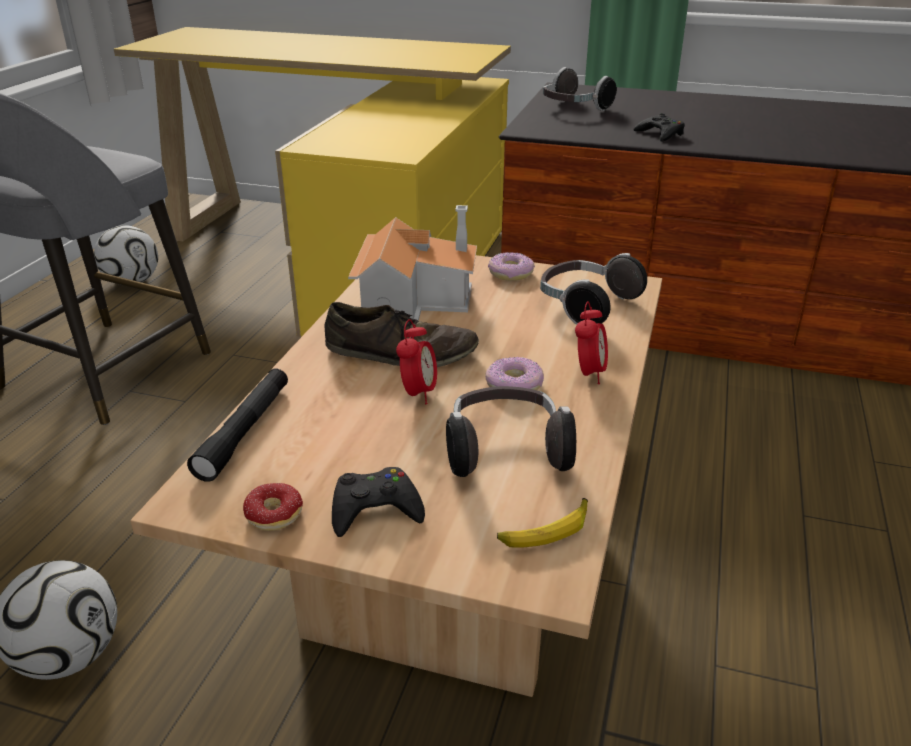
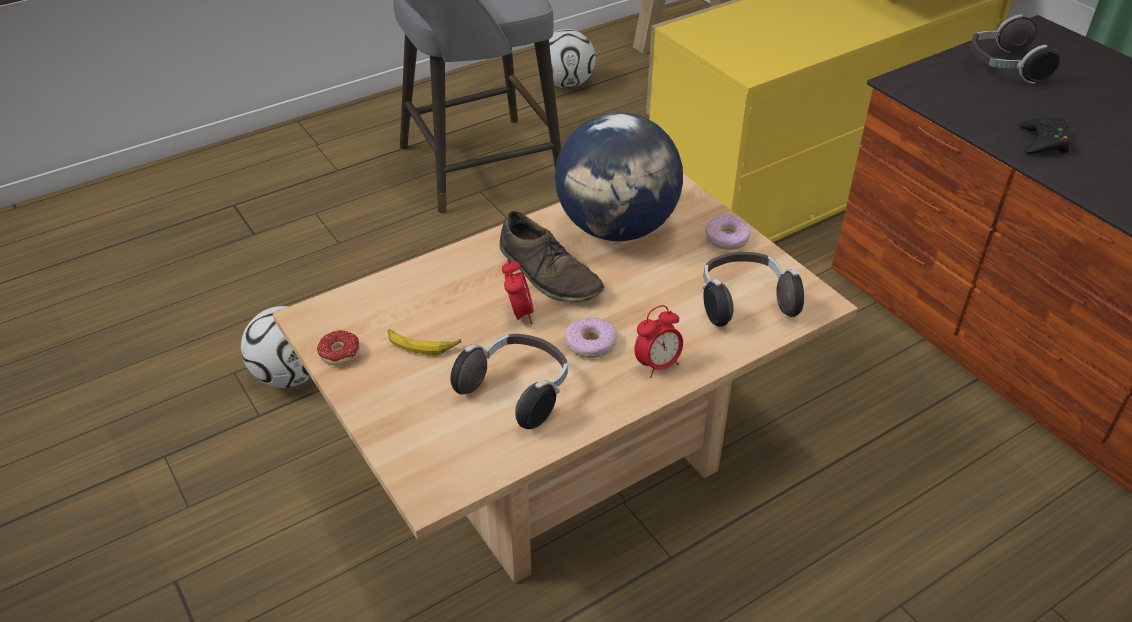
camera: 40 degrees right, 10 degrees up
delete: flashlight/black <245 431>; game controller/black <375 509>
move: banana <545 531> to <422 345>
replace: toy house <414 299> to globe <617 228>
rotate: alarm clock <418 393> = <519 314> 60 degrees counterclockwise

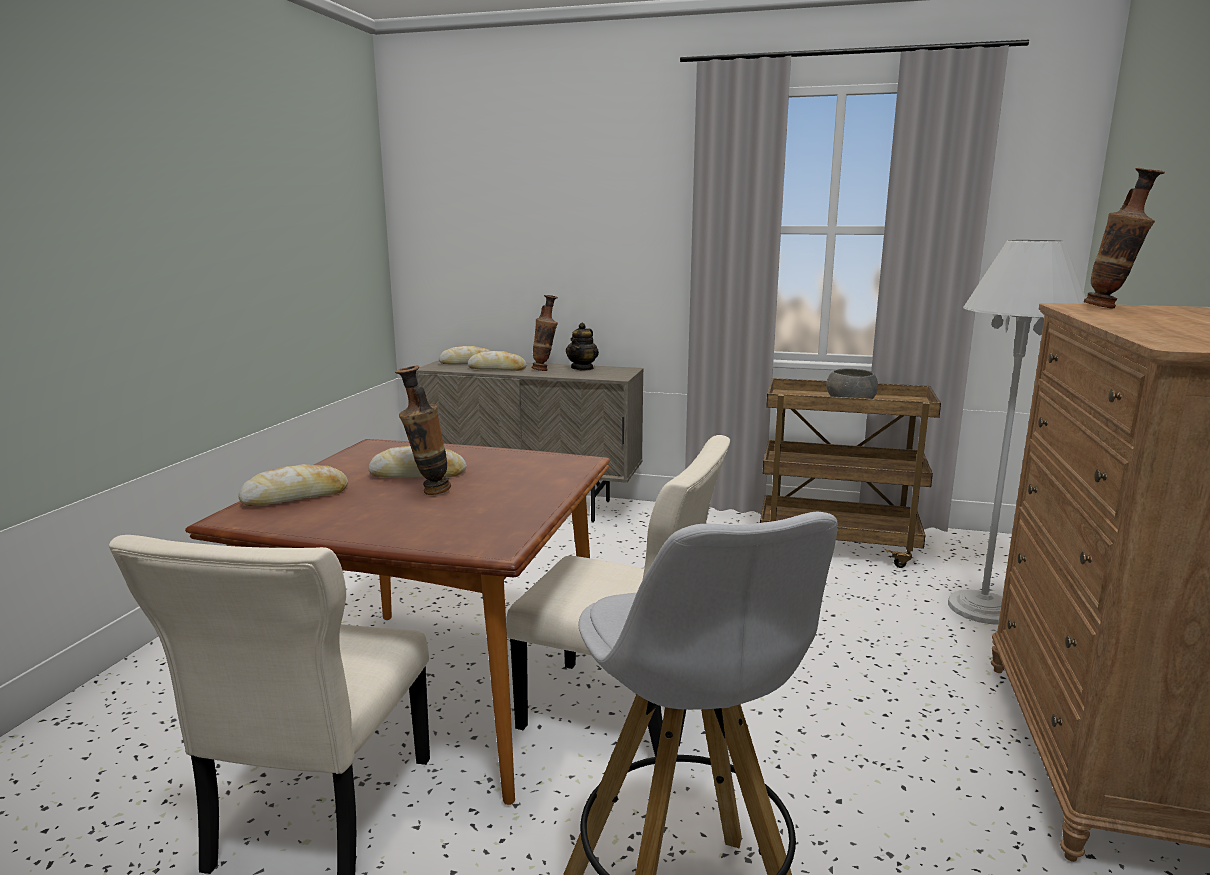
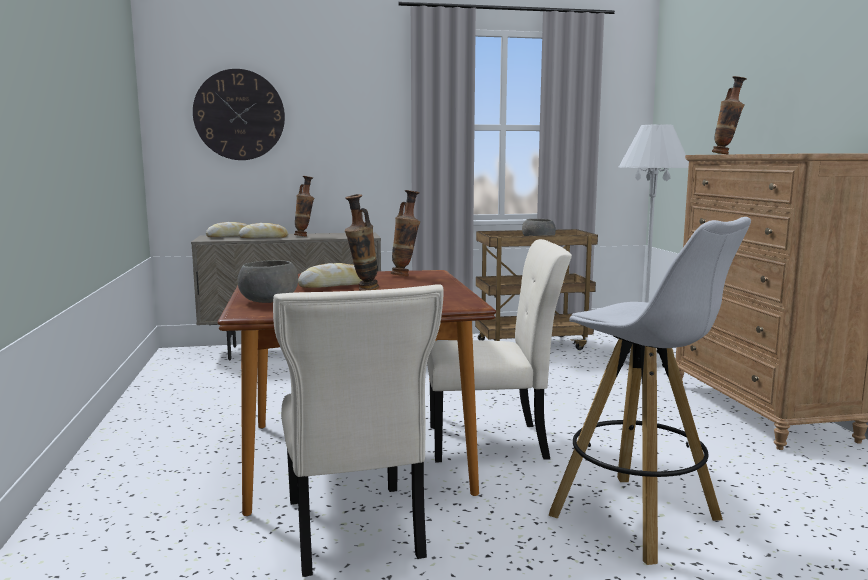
camera: 25 degrees left, 5 degrees down
delete: teapot <582 368>
insert: wall clock <239 115>; vase <405 275>
replace: bread <296 496> to bowl/grey <268 301>

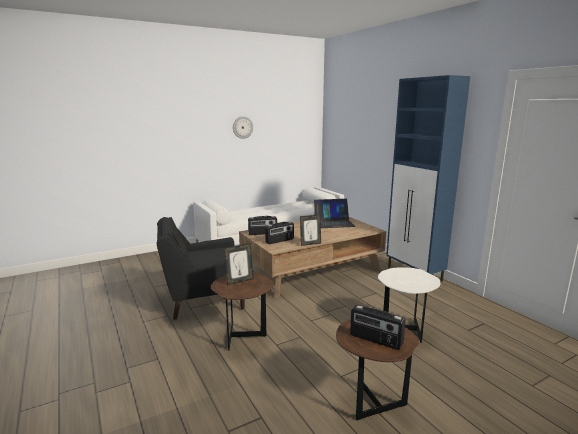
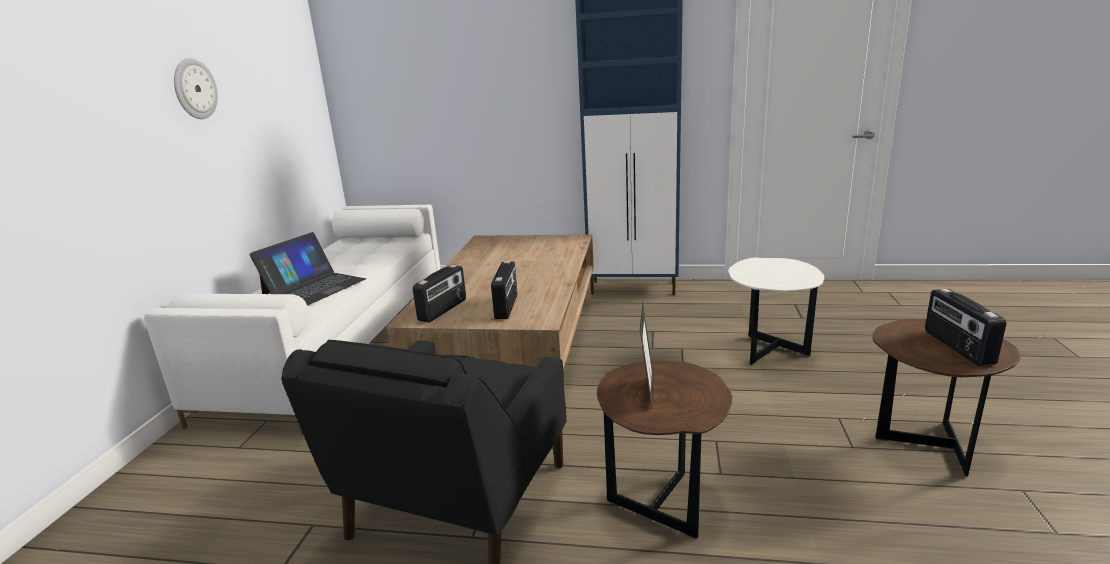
camera: 50 degrees left, 5 degrees up
delete: picture frame <310 244>
move: laptop <334 222> to <314 287>
rotate: radio <375 340> = <957 347> 105 degrees clockwise

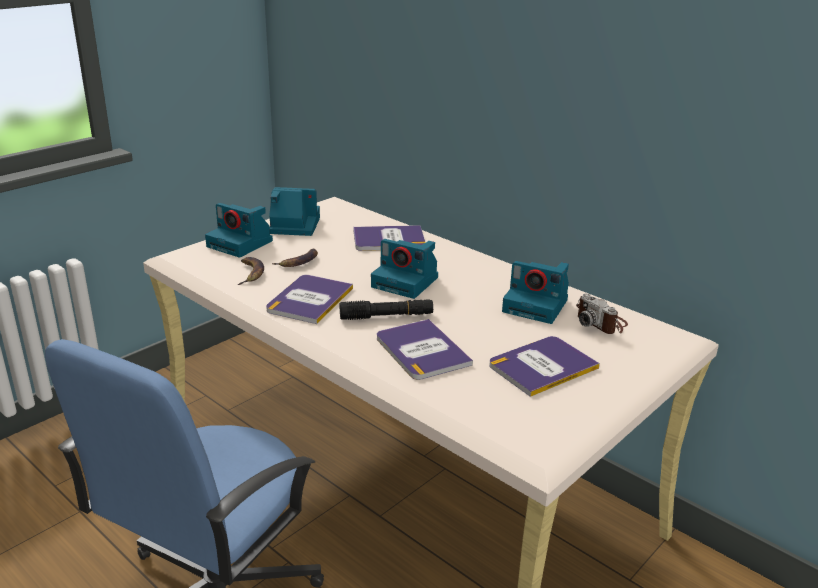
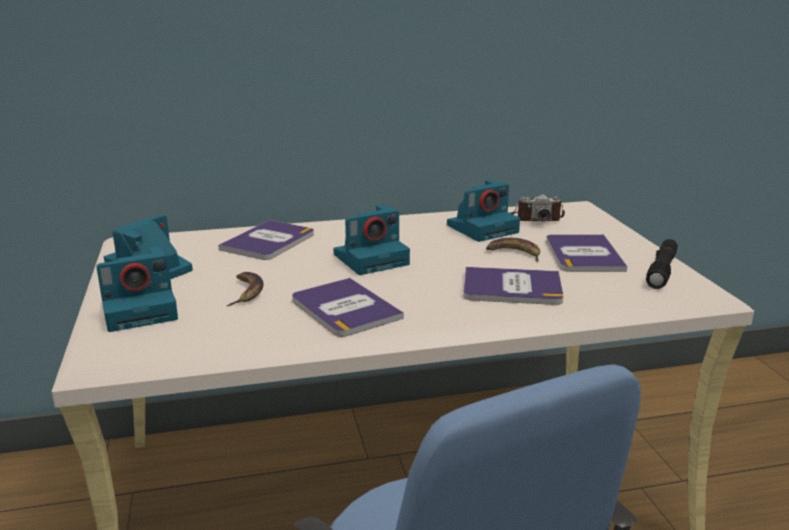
camera: 55 degrees left, 5 degrees down
move: banana <250 273> to <514 253>; flashlight/black <386 316> to <662 271>

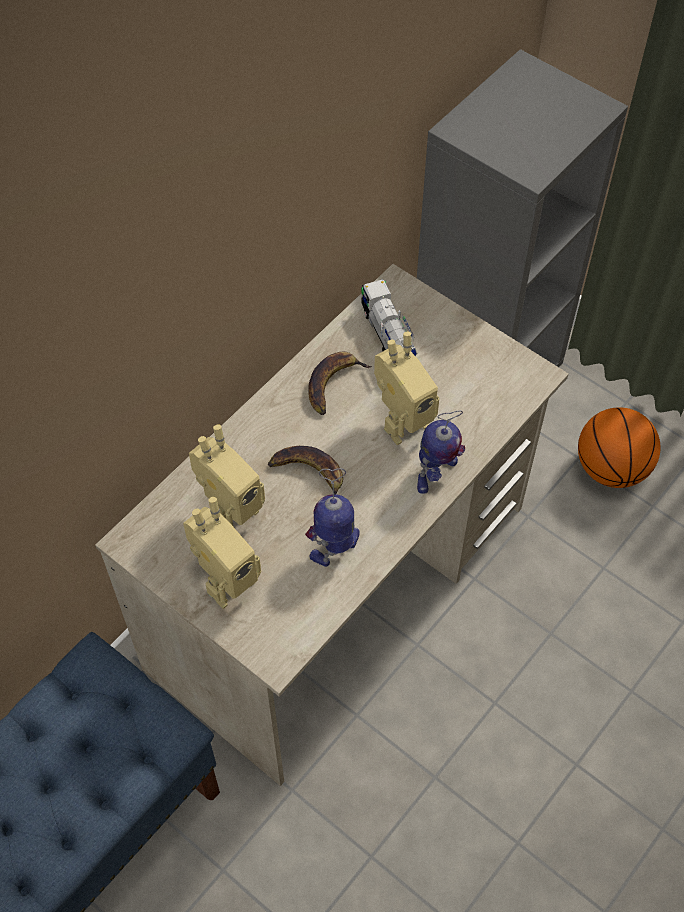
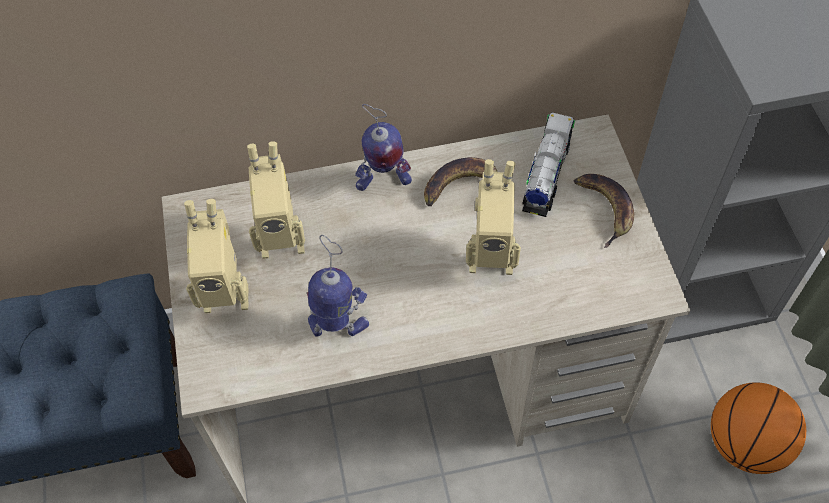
camera: 40 degrees right, 0 degrees up
move: banana <309 473> to <605 209>; toy robot <435 474> to <383 181>

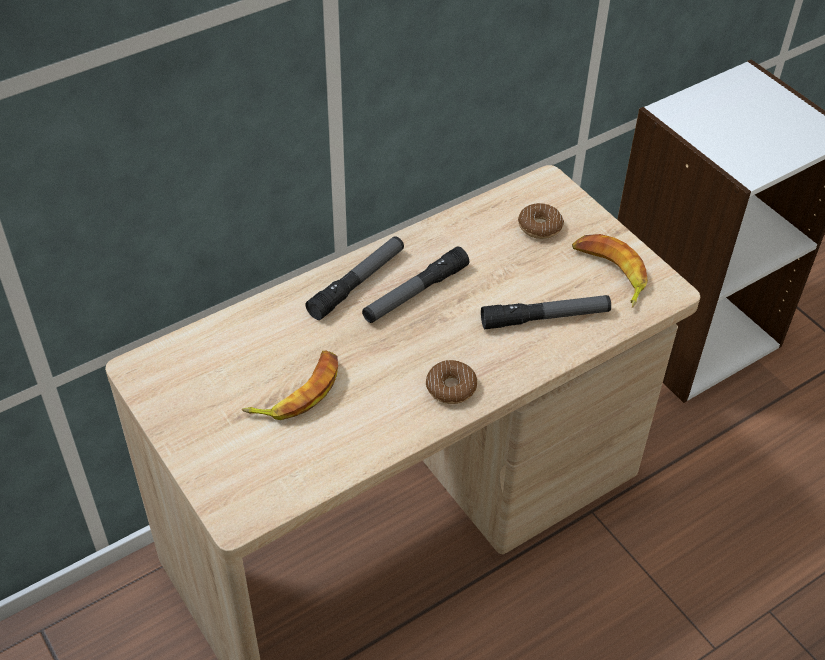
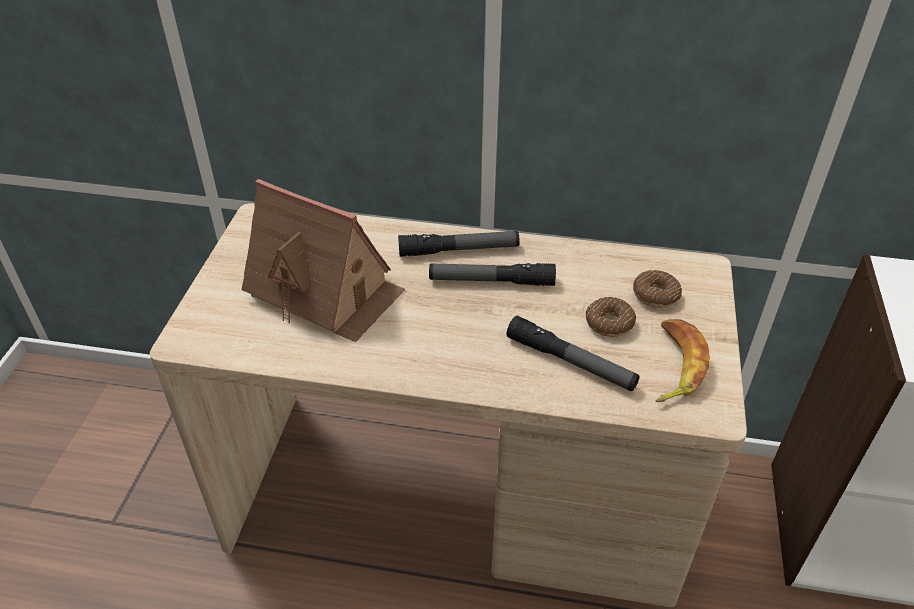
camera: 45 degrees right, 5 degrees down
move: donut <451 387> to <609 323>
replace: banana <298 392> to toy house <325 292>

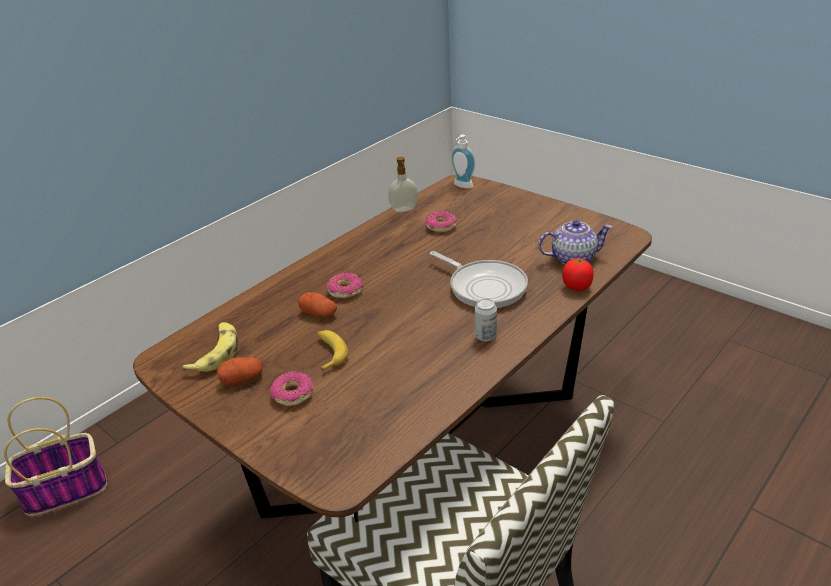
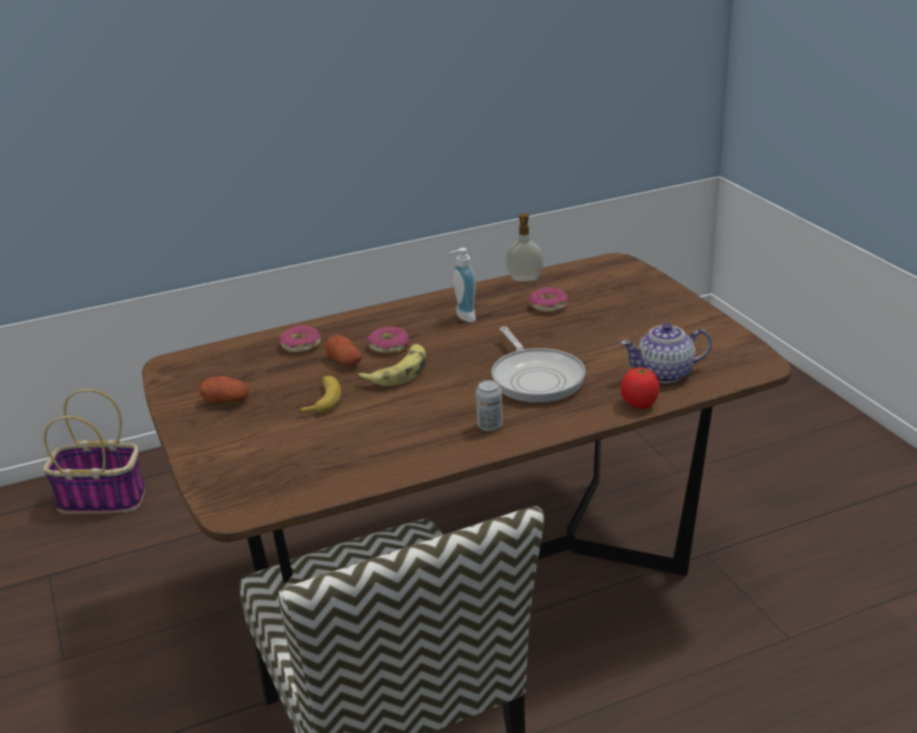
camera: 25 degrees right, 5 degrees down
move: banana <216 353> to <398 372>; donut <293 394> to <300 345>; soap dispenser <462 186> to <462 317>
rotate: teapot <572 258> = <665 374> 150 degrees clockwise

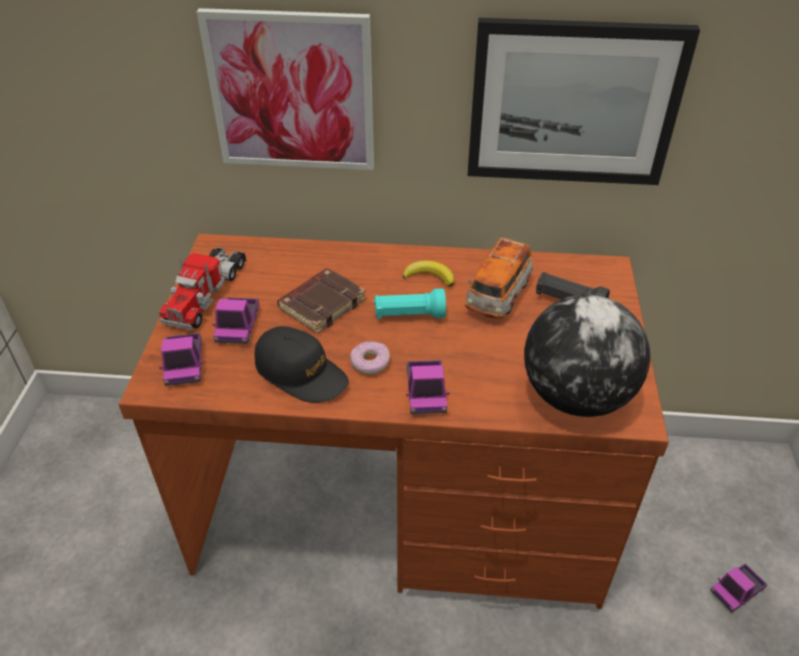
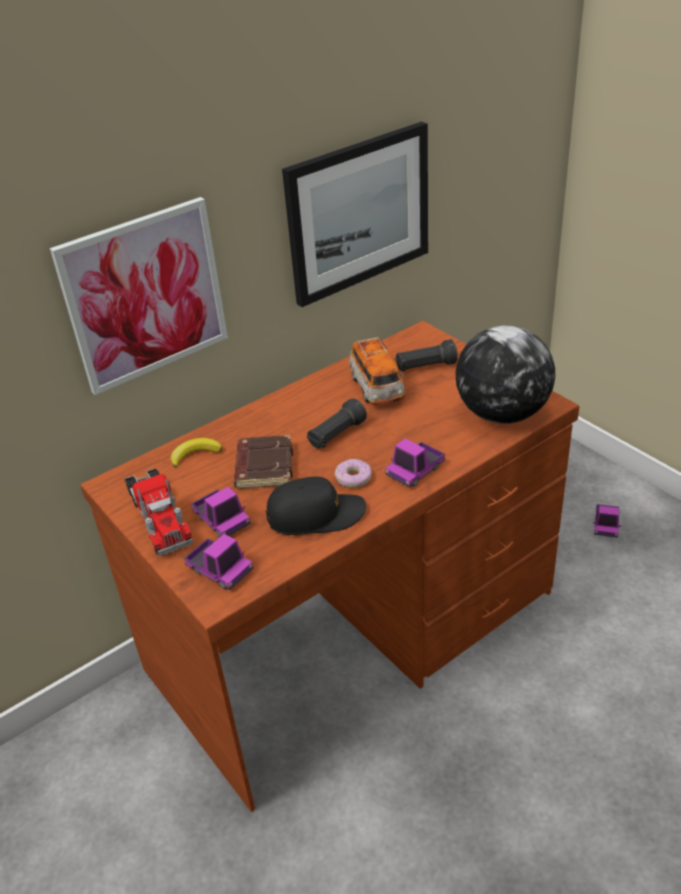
camera: 40 degrees left, 5 degrees down
move: banana <429 276> to <195 454>
recolor: flashlight/turquoise <409 315> to flashlight/black <336 435>
rotate: toy truck <426 393> = <415 470> 90 degrees clockwise

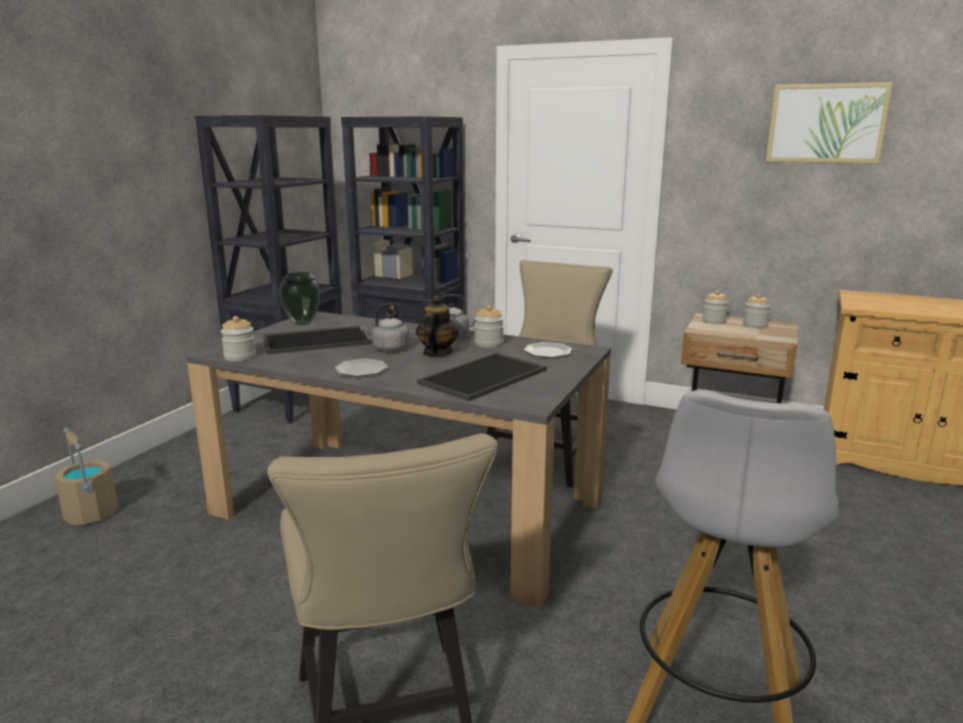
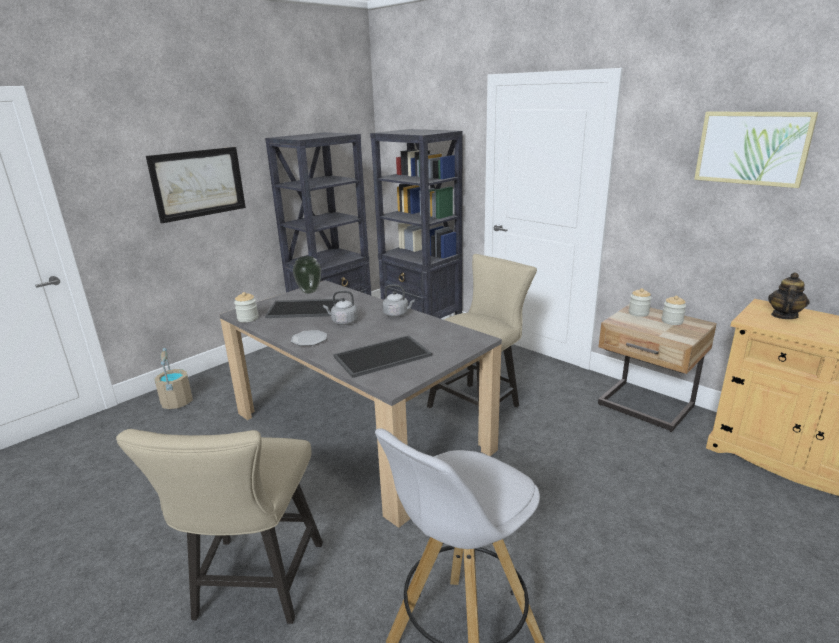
camera: 20 degrees right, 5 degrees up
delete: jar <489 343>; plate <547 352>
insert: picture <198 183>
move: teapot <437 353> to <783 316>

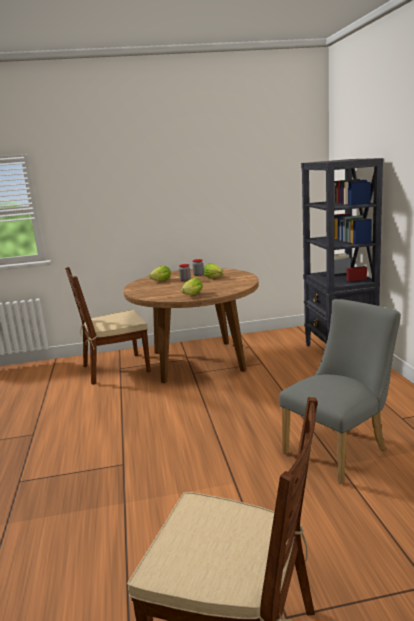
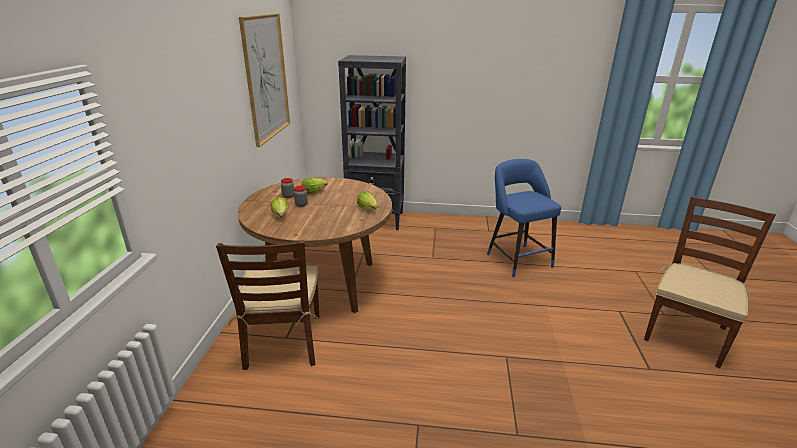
camera: 75 degrees left, 10 degrees up
insert: picture <266 78>
replace: chair/grey <340 449> to stool/blue <517 259>

